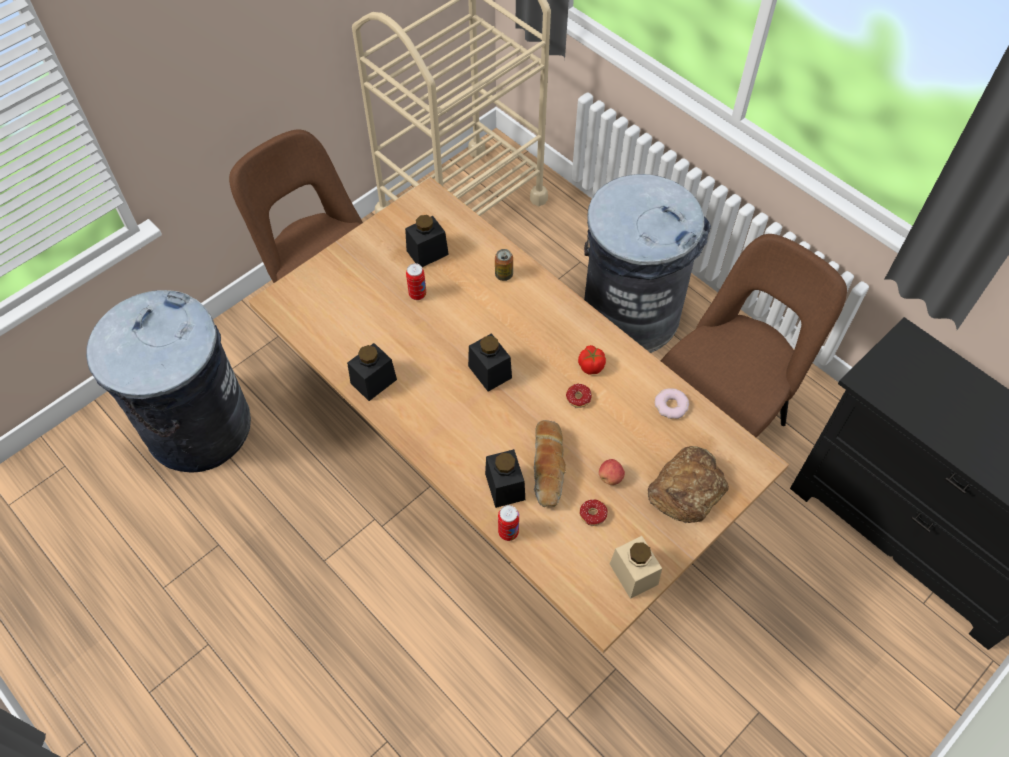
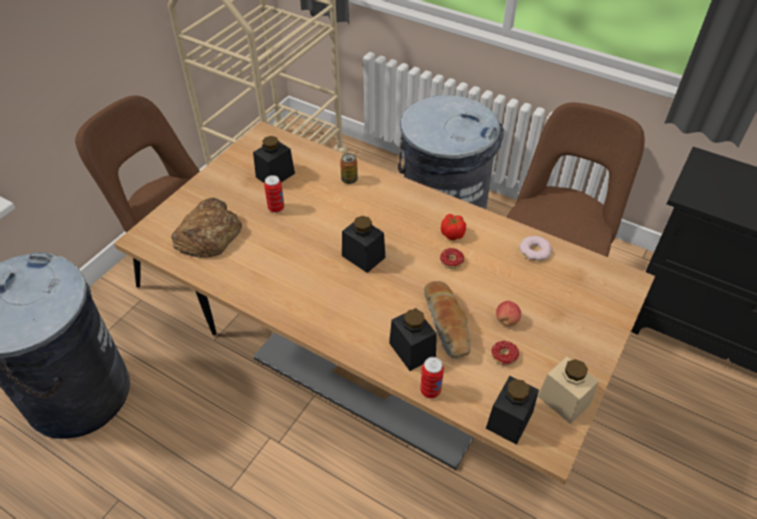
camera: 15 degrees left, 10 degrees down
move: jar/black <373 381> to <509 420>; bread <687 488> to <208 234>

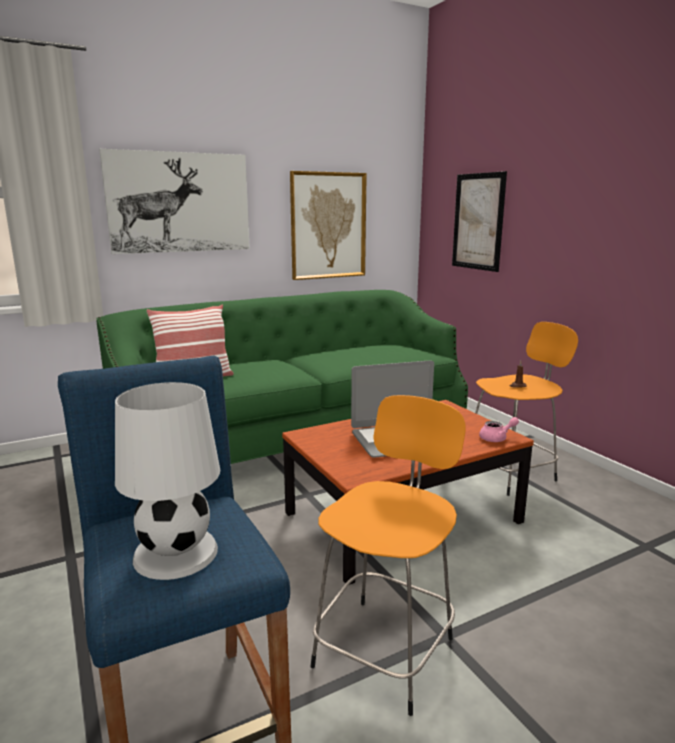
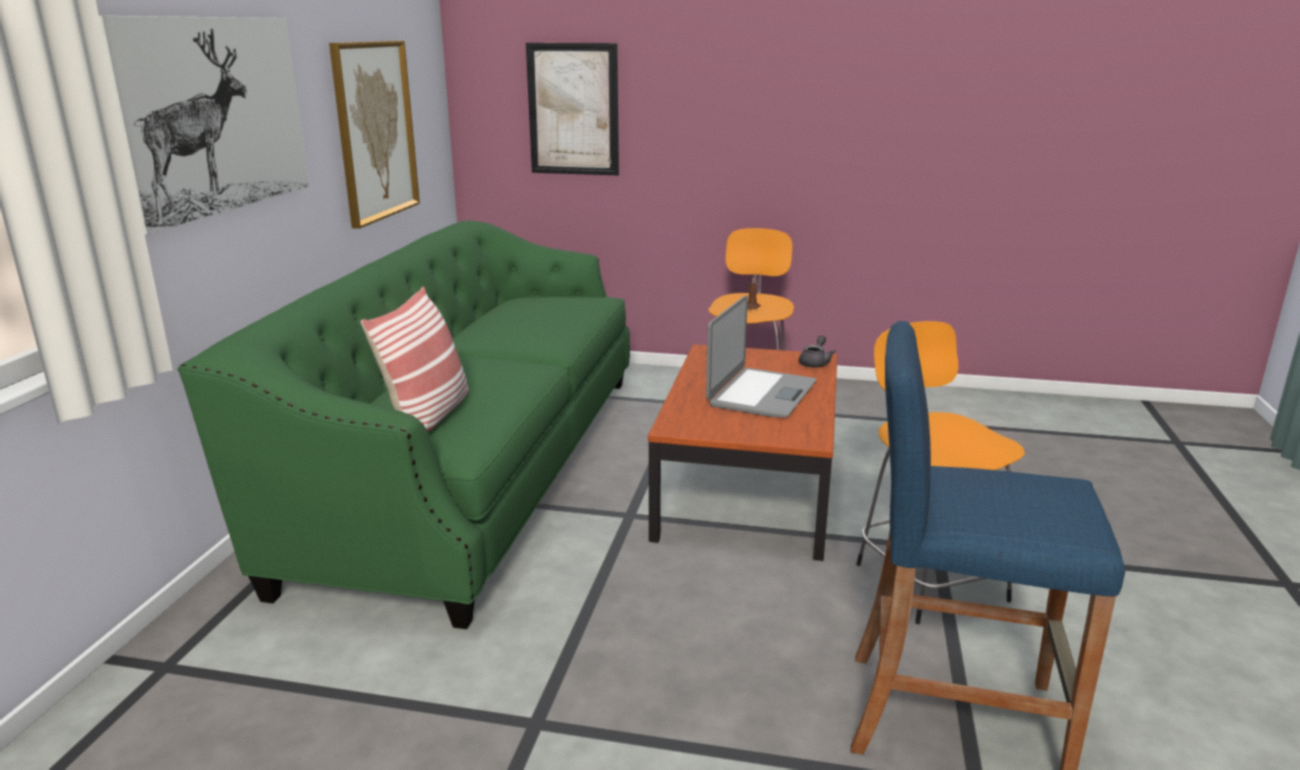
camera: 50 degrees left, 5 degrees up
delete: table lamp/white <177 552>
recolor: teapot/pink <497 438> to teapot/grey <815 363>

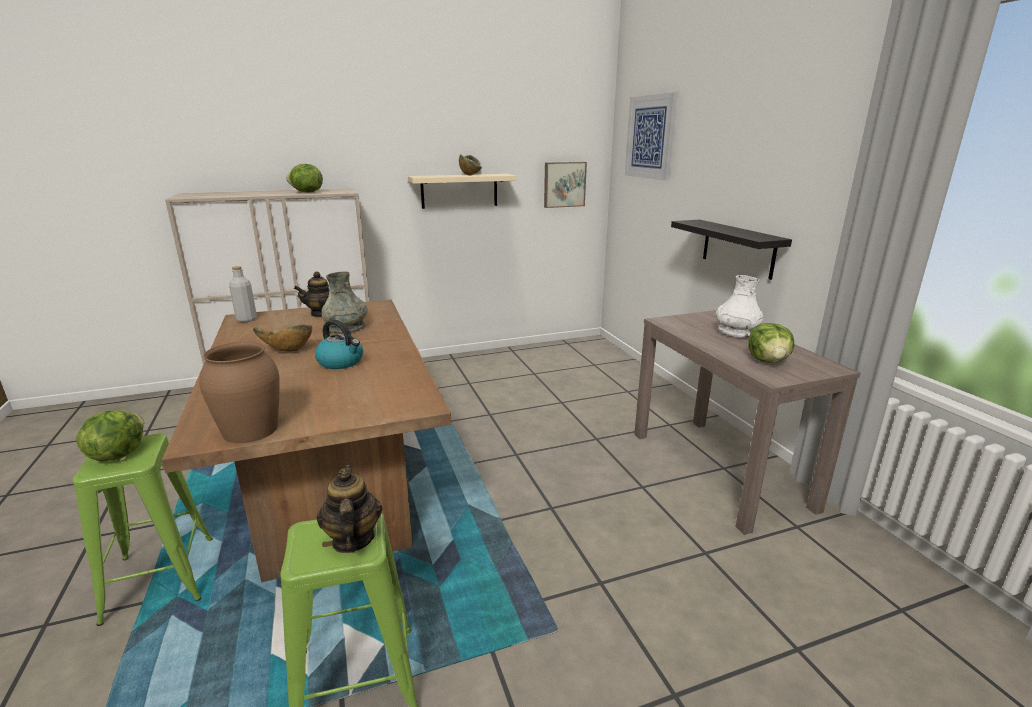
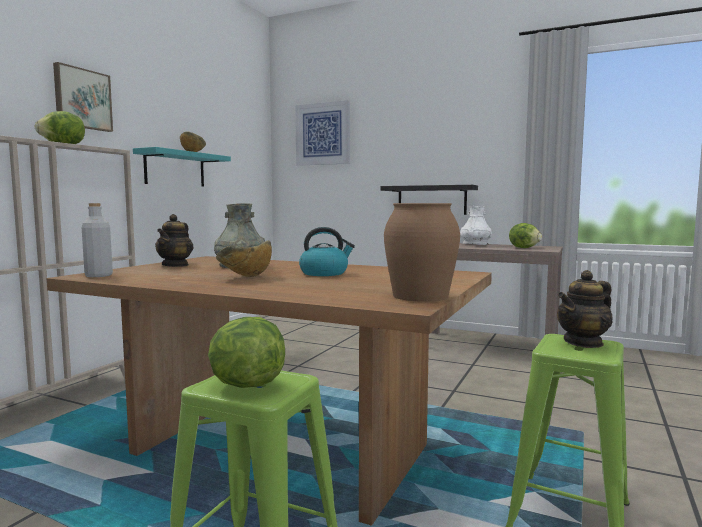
camera: 45 degrees left, 15 degrees down
move: picture <564 184> to <82 99>
recolor: shelf/beige <459 191> to shelf/turquoise <175 169>
rotate: teapot <352 539> = <583 342> 60 degrees counterclockwise

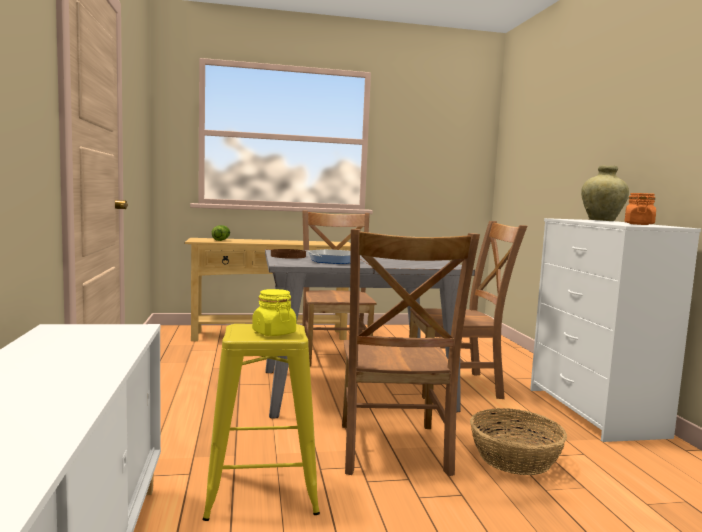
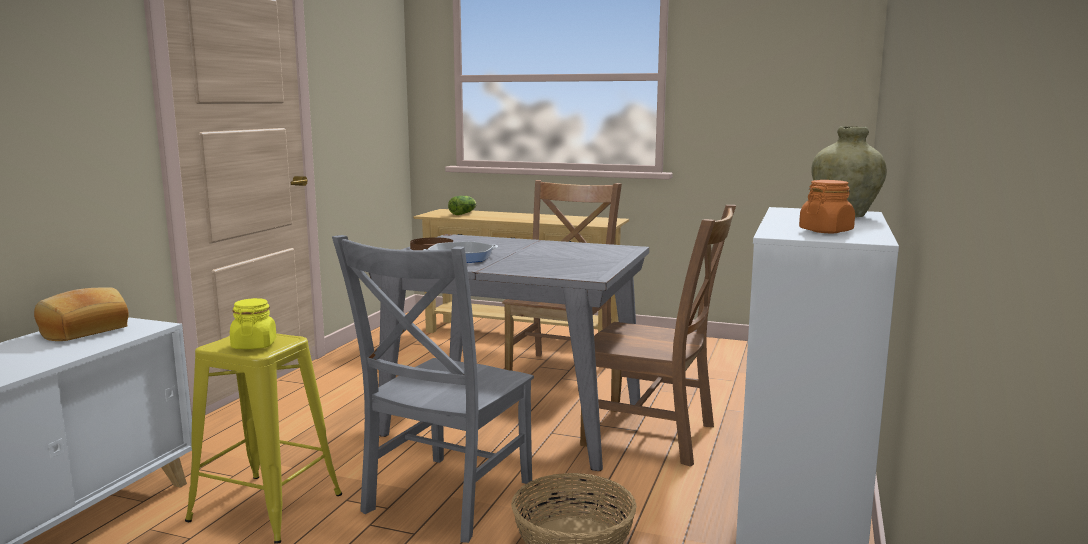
camera: 30 degrees right, 5 degrees up
insert: bread <83 331>
recolor: chair/brown <392 451> to chair/grey <445 499>

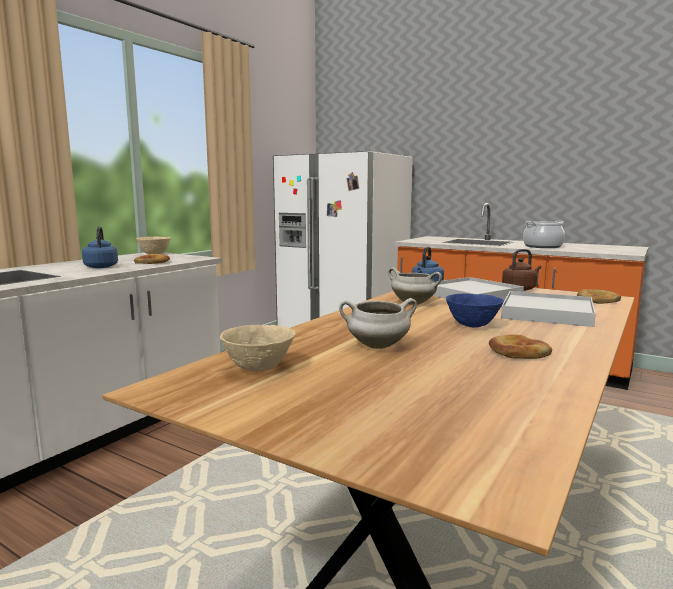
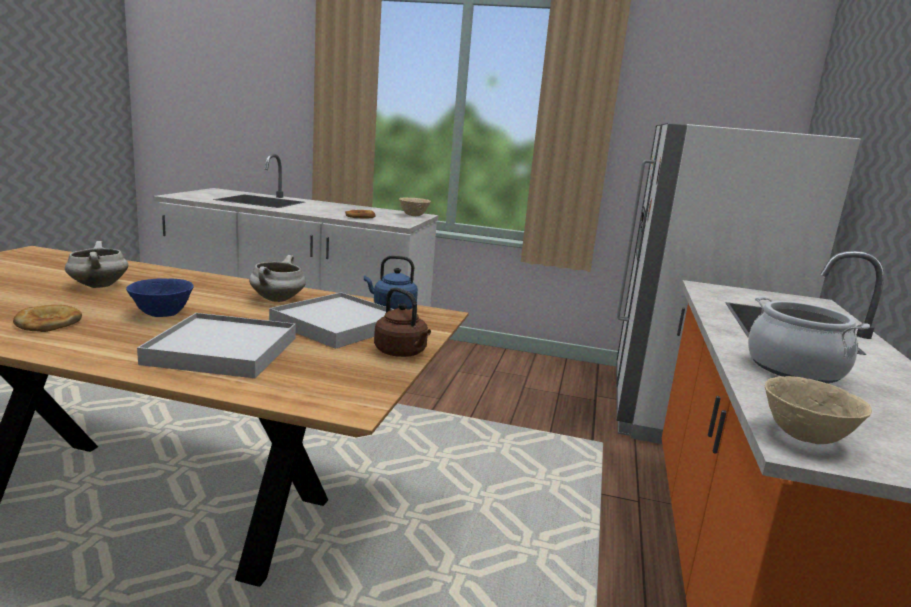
camera: 70 degrees right, 5 degrees up
delete: kettle/blue <101 266>; bread <598 300>
move: bowl/beige <259 369> to <805 438>

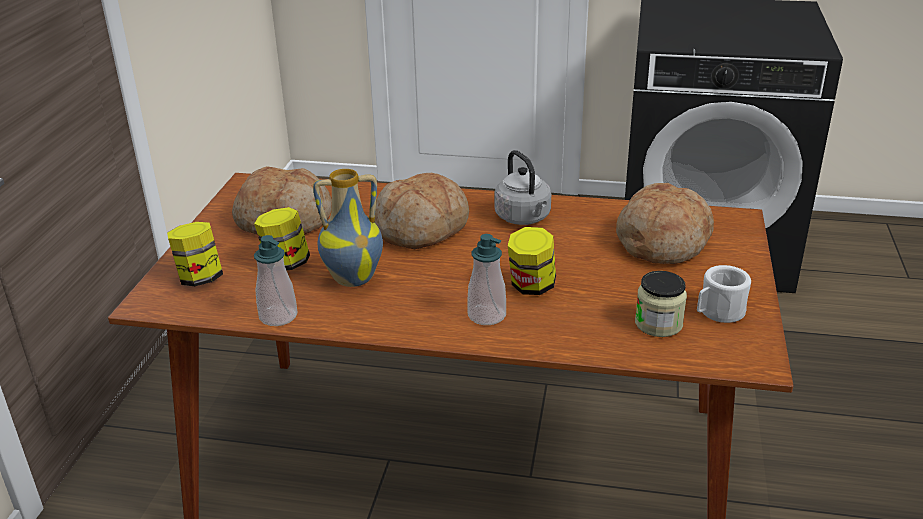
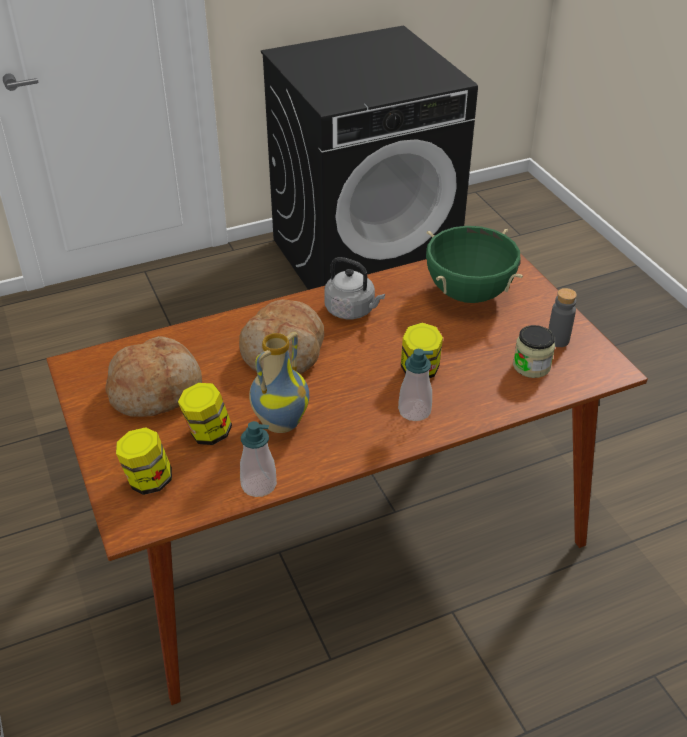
camera: 35 degrees left, 10 degrees up
replace: bread <661 241> to cooking pot/green <468 293>; mug/white <718 312> to bottle/grey <557 340>

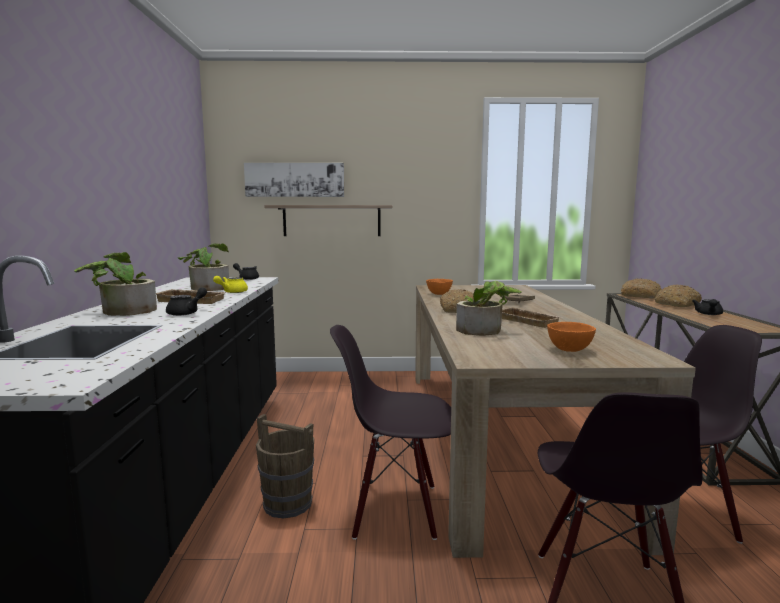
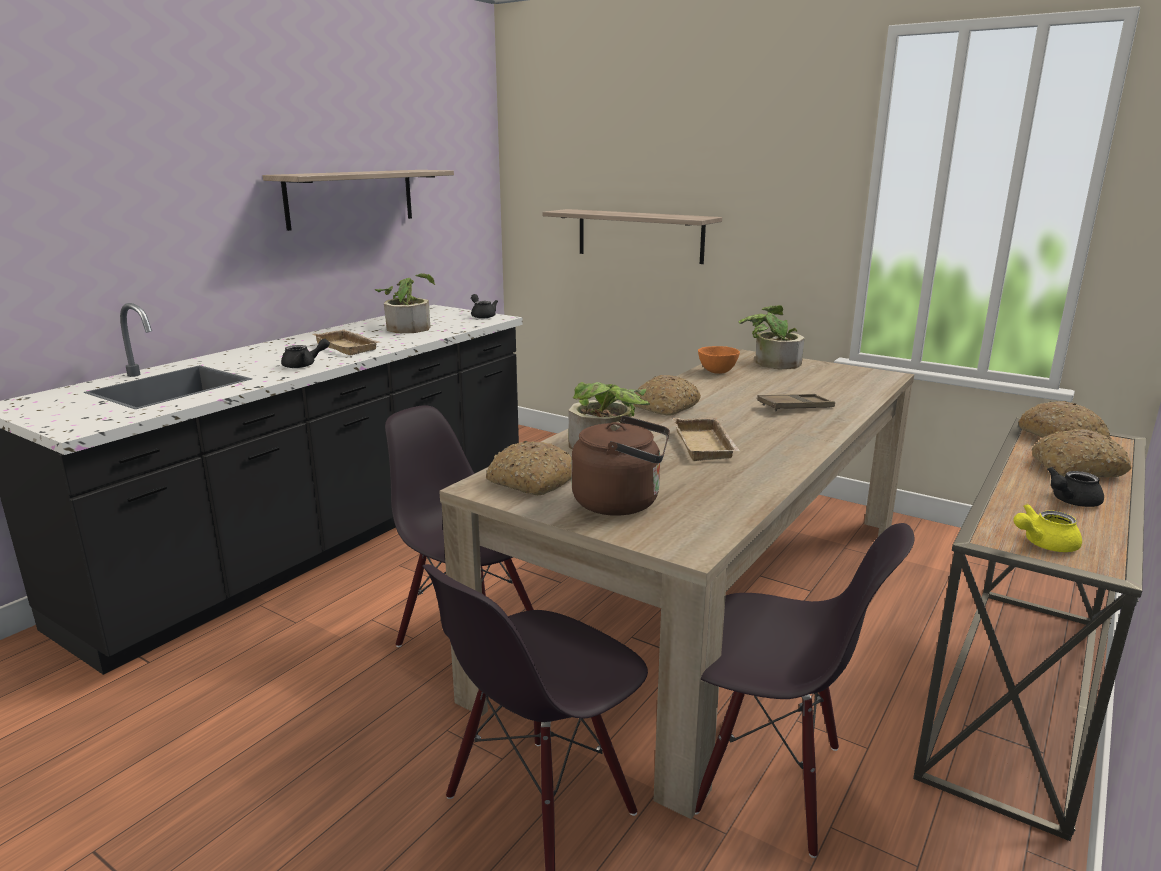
camera: 35 degrees right, 10 degrees up
delete: picture <295 180>; bucket/brown <287 503>
insert: shelf <351 198>; bread <531 481>
move: potted plant <122 311> to <771 362>; teapot/yellow <232 292> to <1043 544>
replace: bowl/orange <570 350> to kettle/brown <622 503>

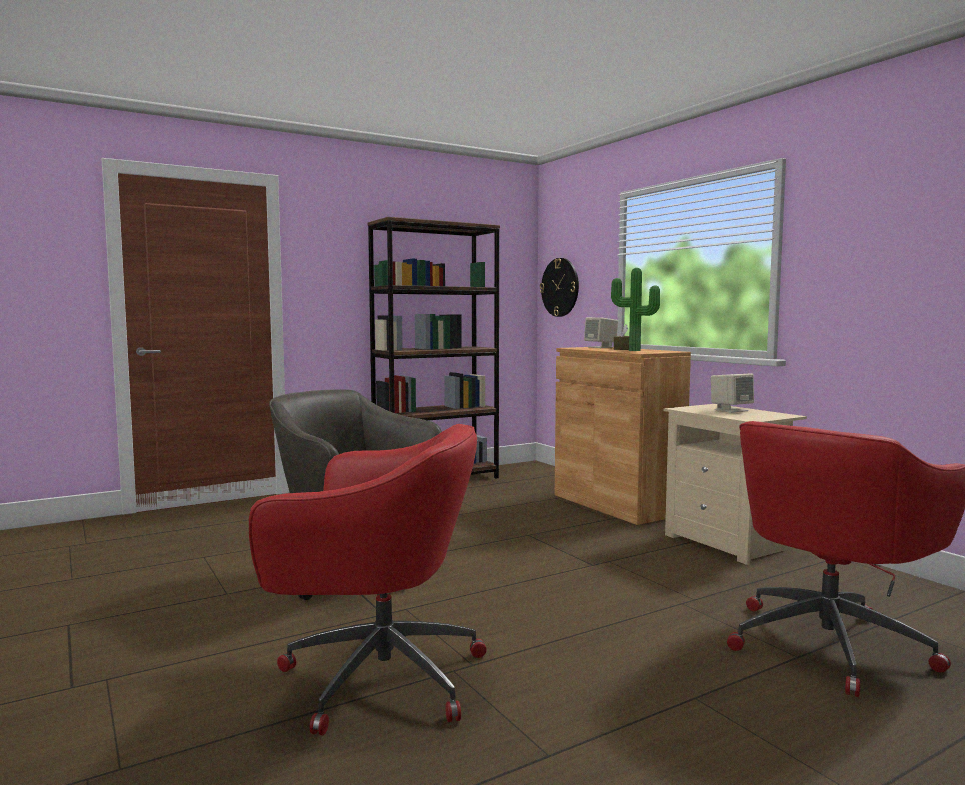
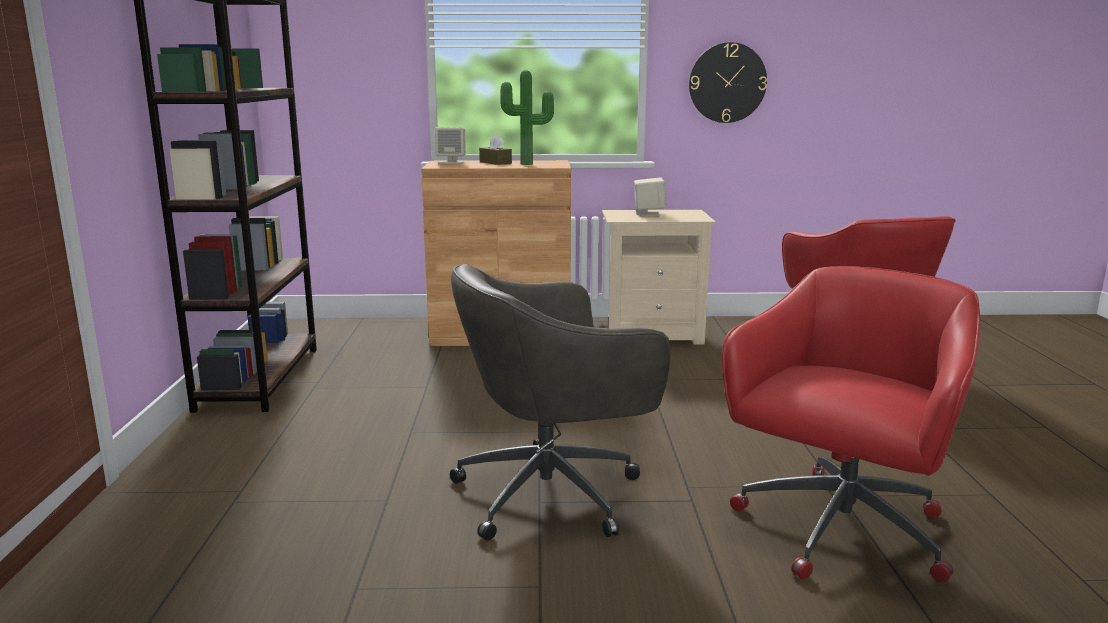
camera: 60 degrees left, 10 degrees up
move: wall clock <560 287> to <727 83>

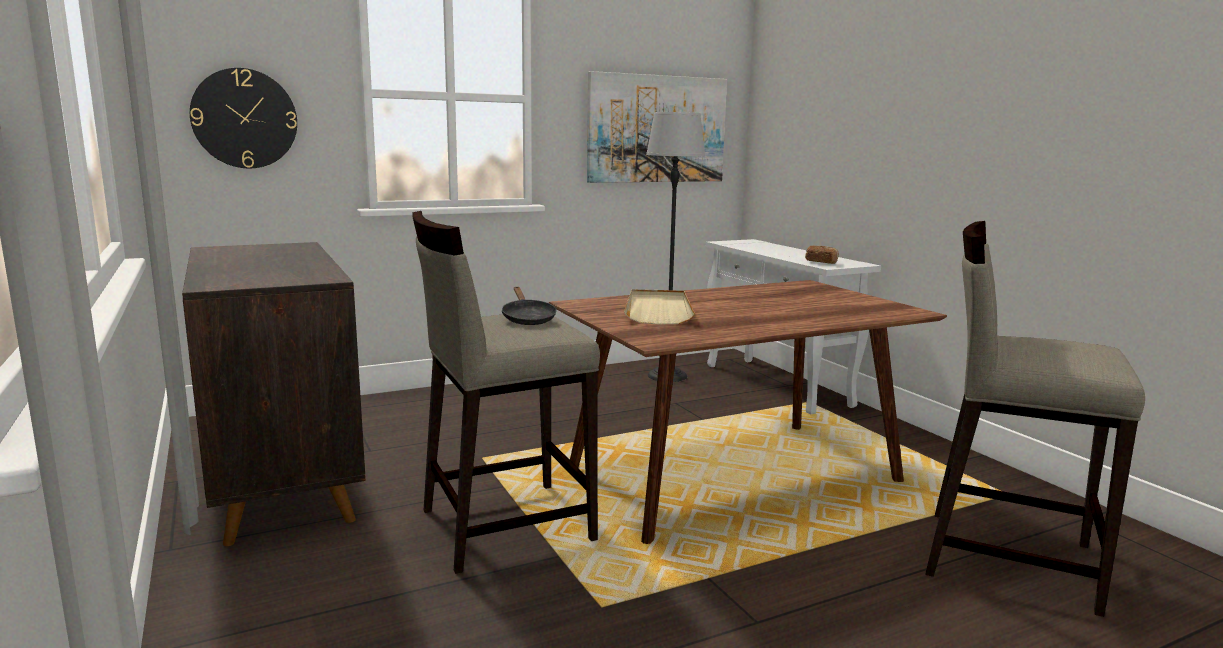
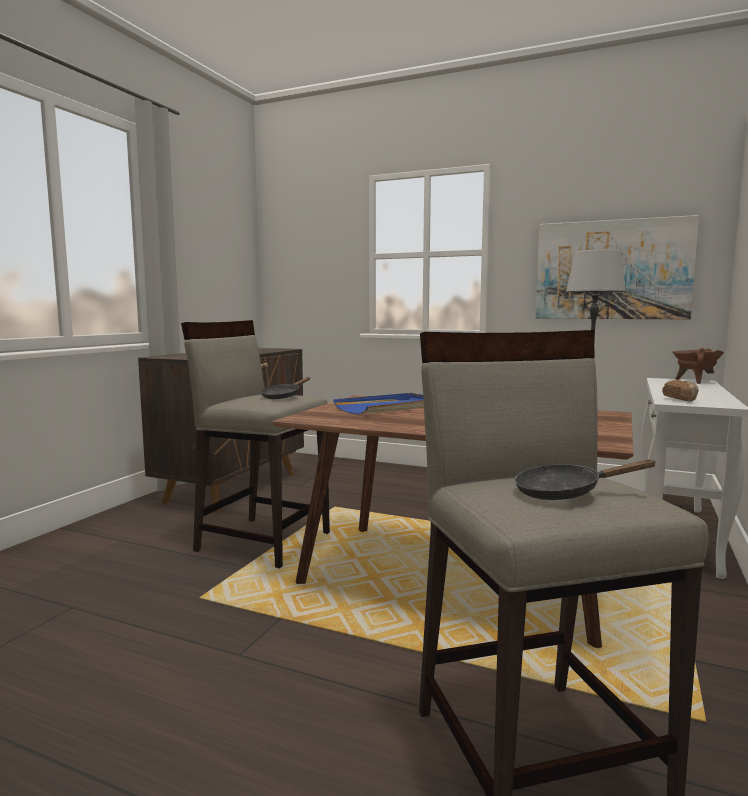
camera: 50 degrees right, 5 degrees down
delete: wall clock <244 118>
insert: frying pan/black <565 493>; cooking pot/brown <694 381>
recolor: tray/beige <658 310> to tray/blue <389 407>

